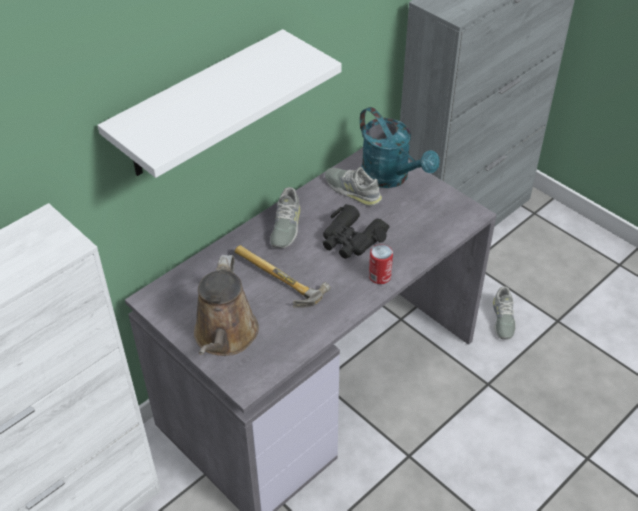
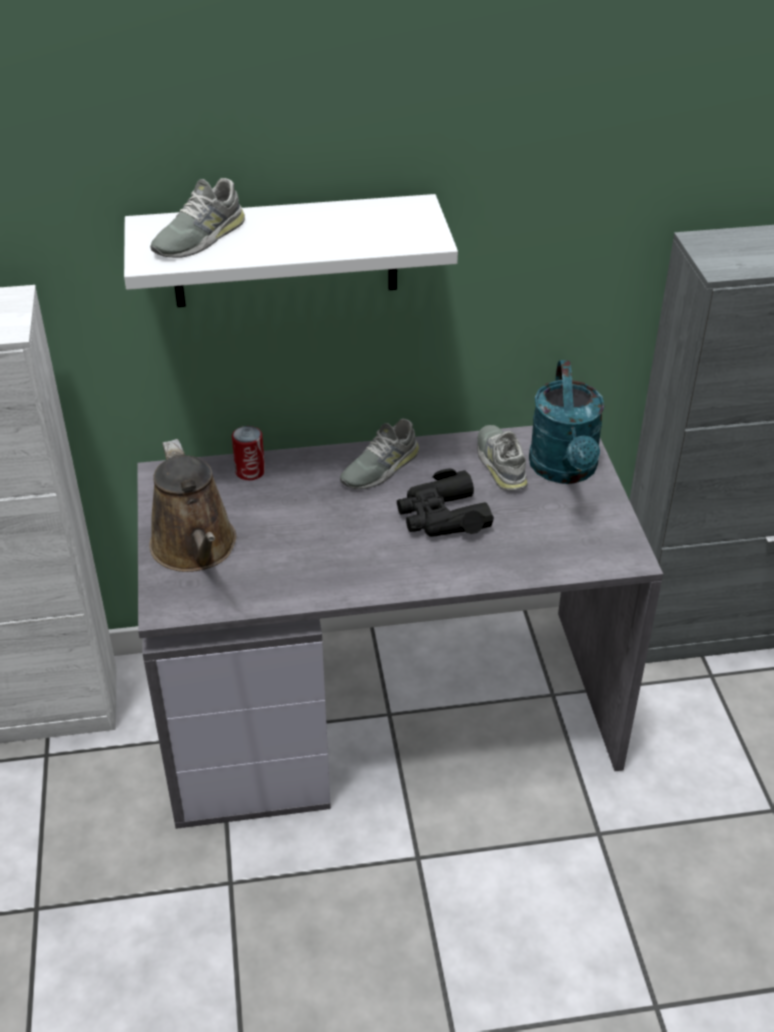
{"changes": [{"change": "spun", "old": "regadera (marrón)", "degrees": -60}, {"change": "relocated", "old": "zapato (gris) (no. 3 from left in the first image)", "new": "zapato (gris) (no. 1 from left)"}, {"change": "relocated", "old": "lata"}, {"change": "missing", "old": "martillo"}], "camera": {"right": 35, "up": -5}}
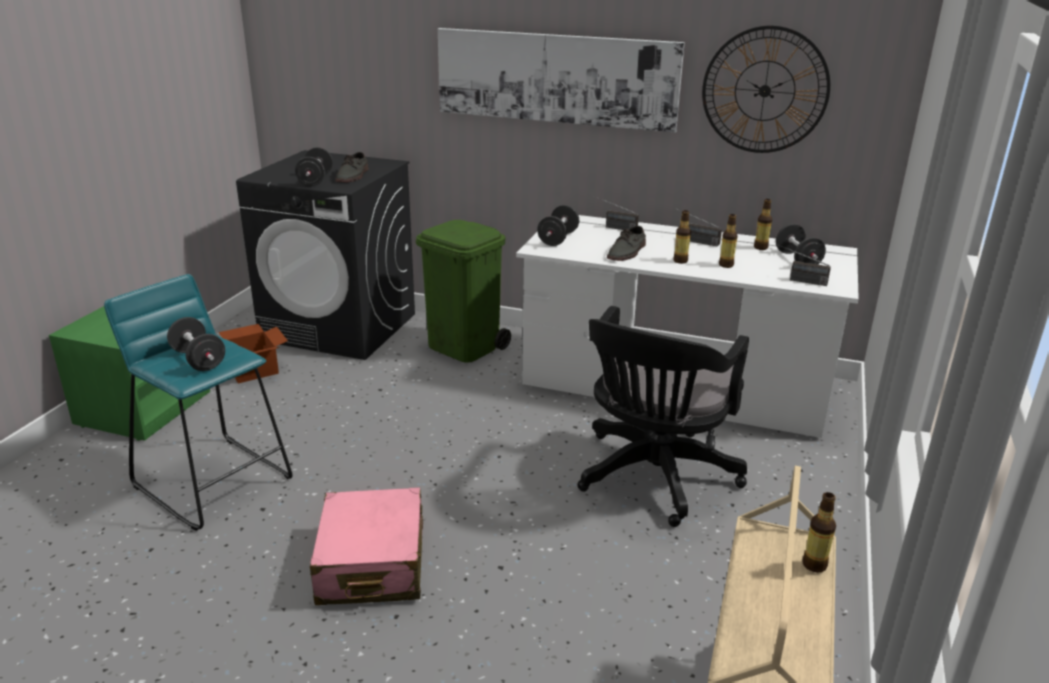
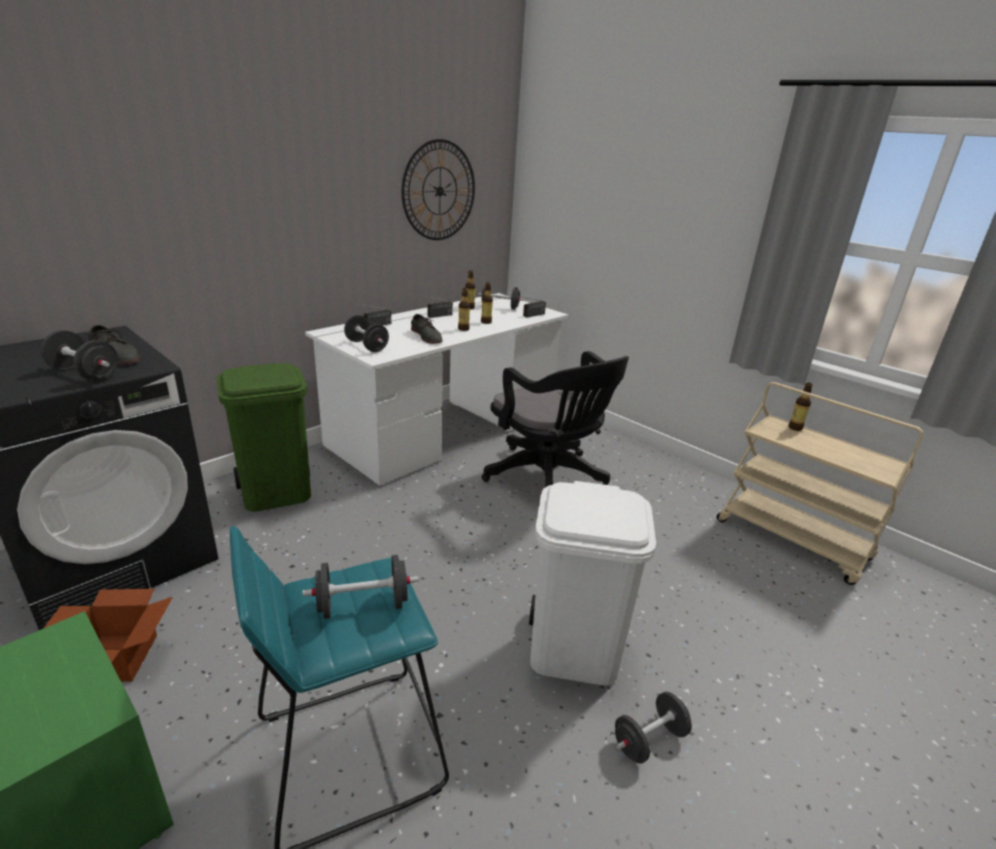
{"changes": [{"change": "exchanged", "old": "maleta (rosa)", "new": "papelera (blanco)"}, {"change": "appeared", "new": "mancuerna (negro) (no. 5 from left)"}, {"change": "missing", "old": "cuadro"}], "camera": {"right": -65, "up": 0}}
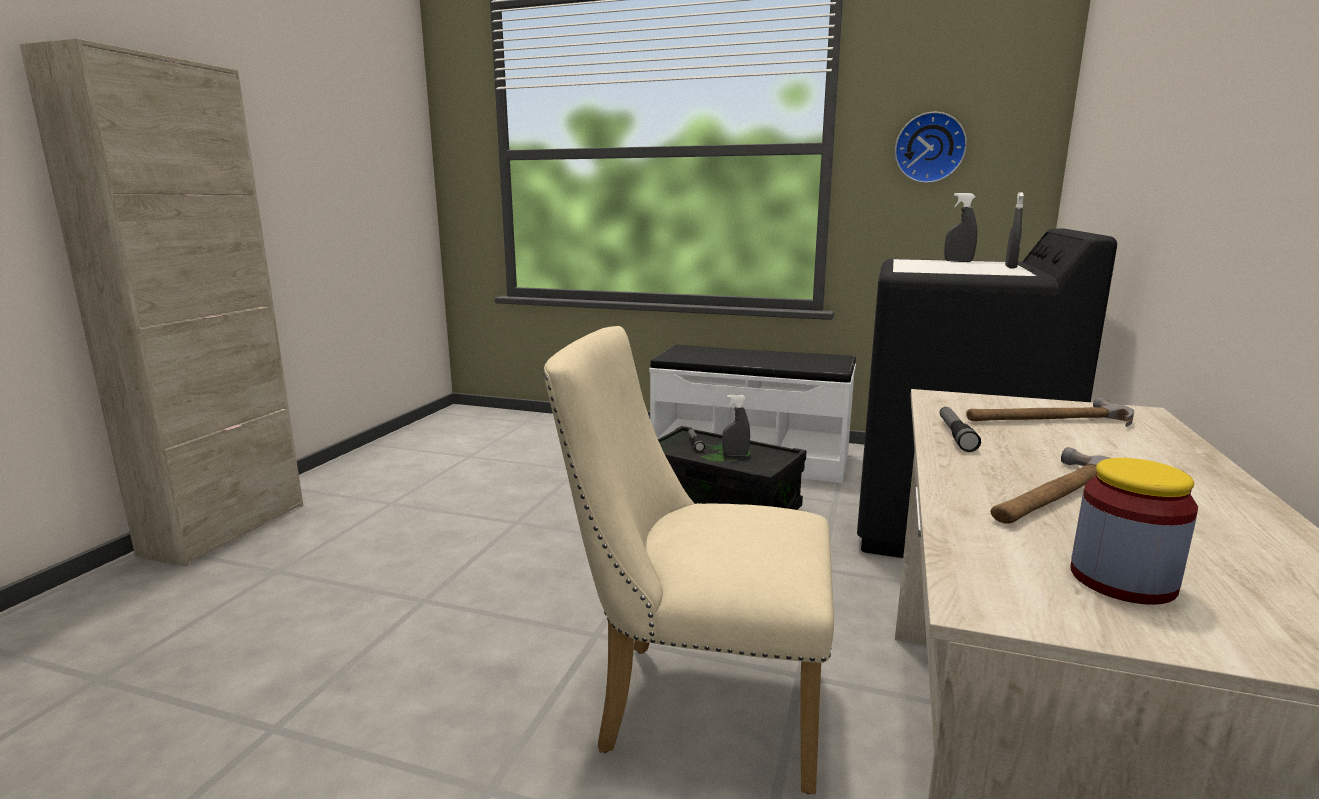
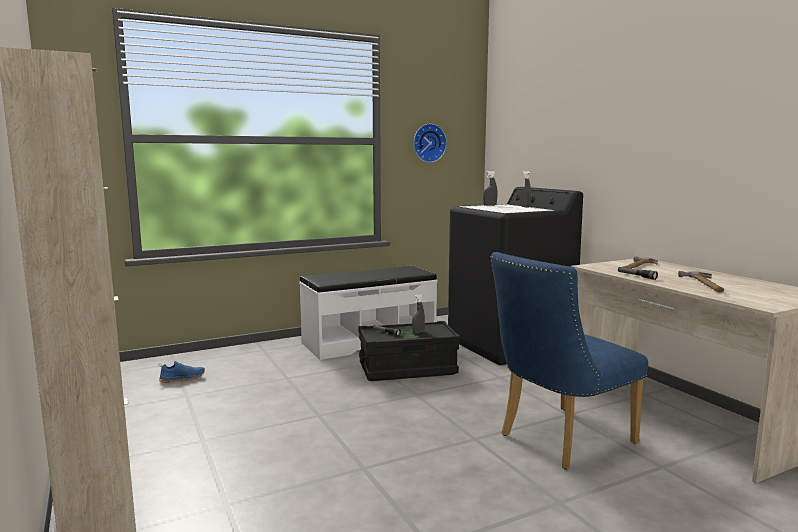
{"changes": [{"change": "appeared", "new": "zapato (azul)"}, {"change": "colour", "old": "silla (beis)", "new": "silla (azul)"}, {"change": "missing", "old": "tarro"}], "camera": {"right": -45, "up": -5}}
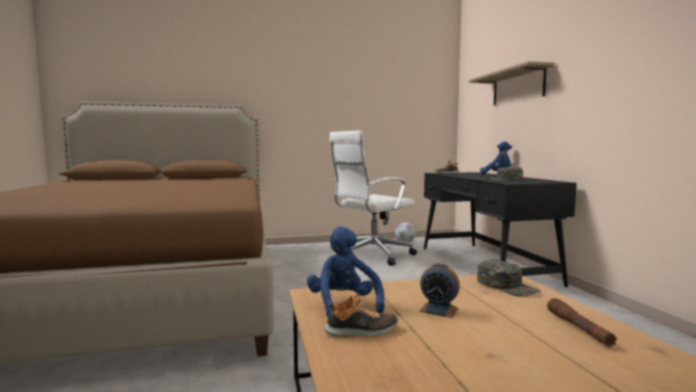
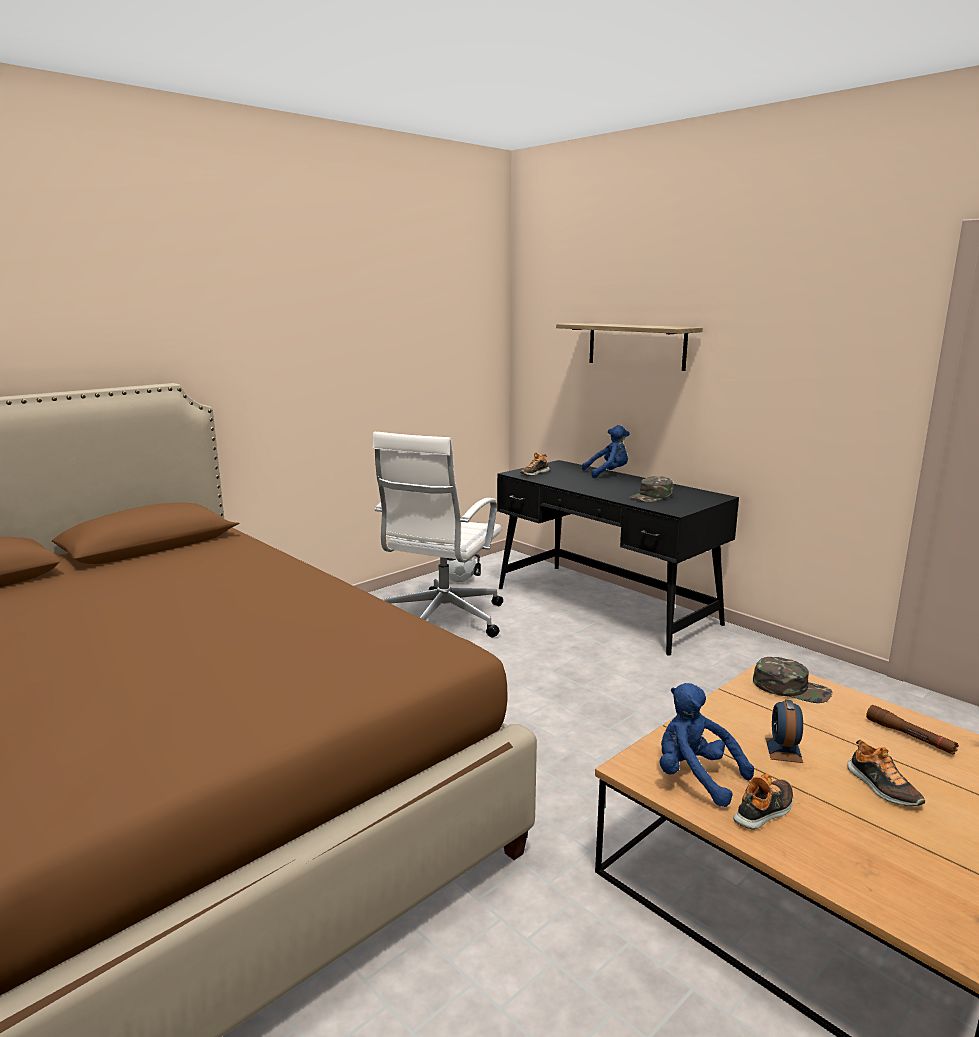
{"changes": [{"change": "spun", "old": "despertador", "degrees": 105}, {"change": "appeared", "new": "zapato (no. 3 from left)"}], "camera": {"right": -30, "up": 10}}
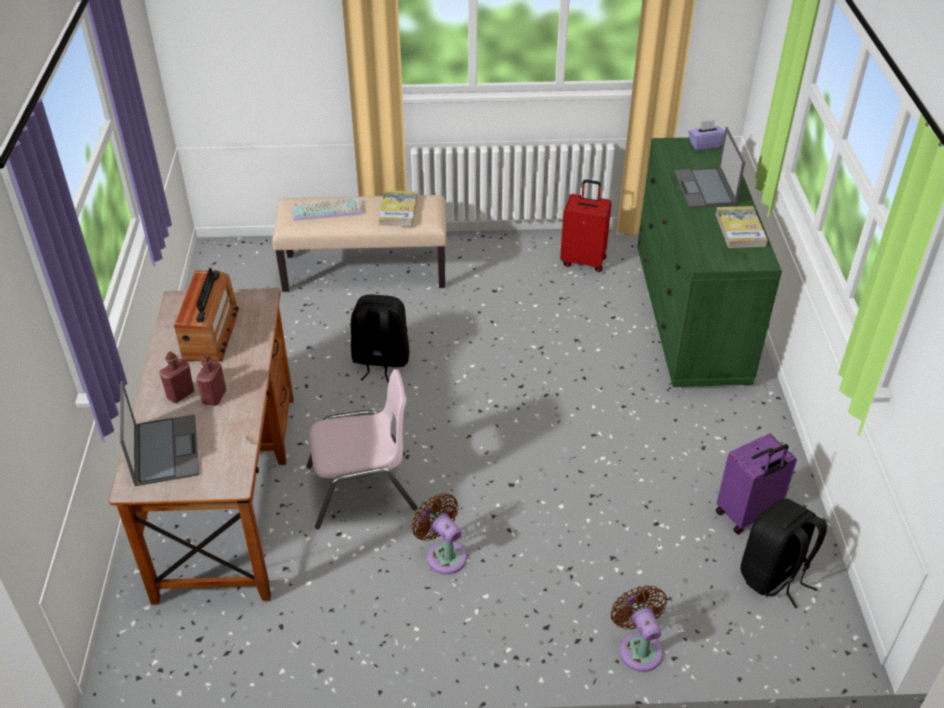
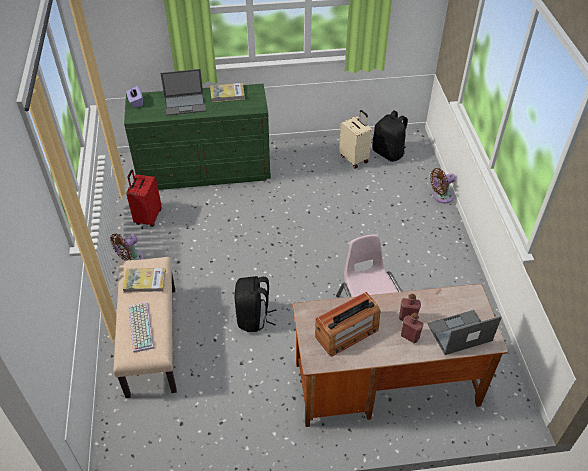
{"changes": [{"change": "relocated", "old": "ventilador (marrón) (no. 1 from left)"}, {"change": "spun", "old": "radio", "degrees": 150}, {"change": "colour", "old": "maleta (morado)", "new": "maleta (beis)"}], "camera": {"right": -95, "up": 5}}
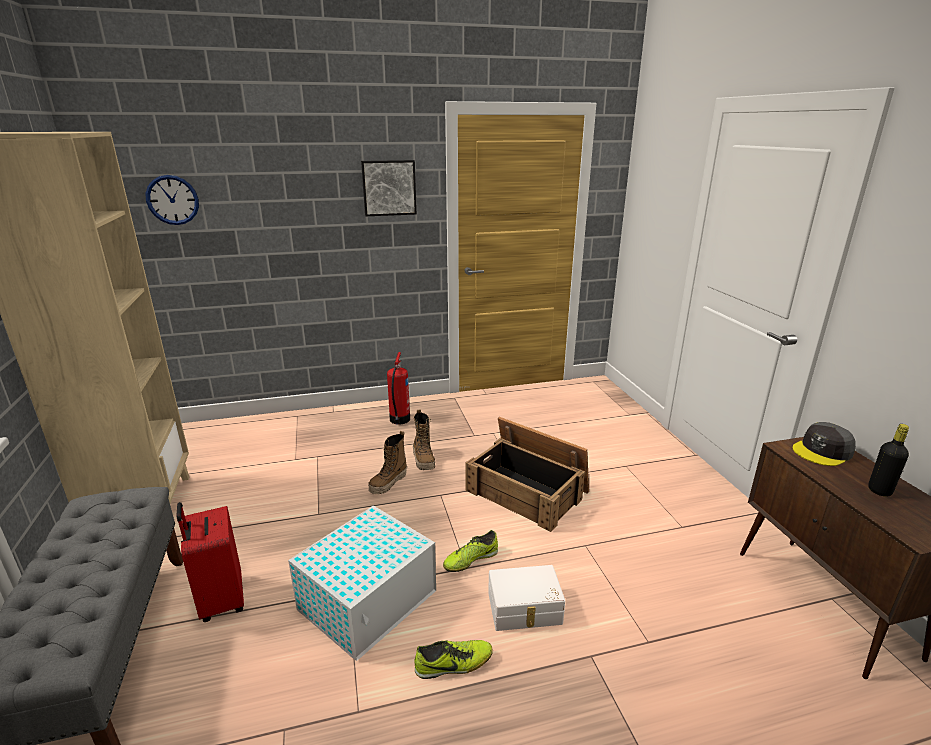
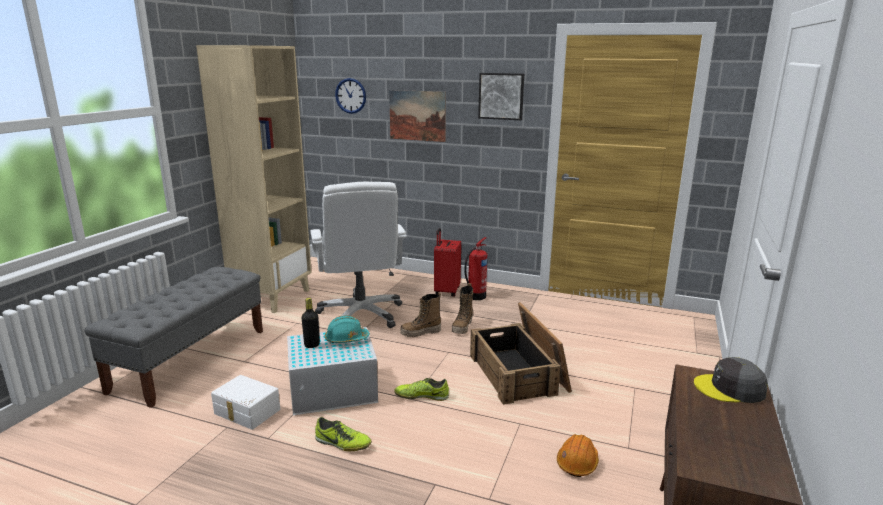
{"changes": [{"change": "relocated", "old": "caja de almacenaje (blanco) (no. 2 from left in the first image)", "new": "caja de almacenaje (blanco) (no. 1 from left)"}, {"change": "relocated", "old": "botella (negro)"}, {"change": "appeared", "new": "silla de oficina (blanco)"}, {"change": "appeared", "new": "casco (turquesa)"}, {"change": "appeared", "new": "cuadro (no. 1 from left)"}, {"change": "relocated", "old": "maleta (rojo)"}, {"change": "appeared", "new": "casco (naranja)"}], "camera": {"right": 35, "up": -5}}
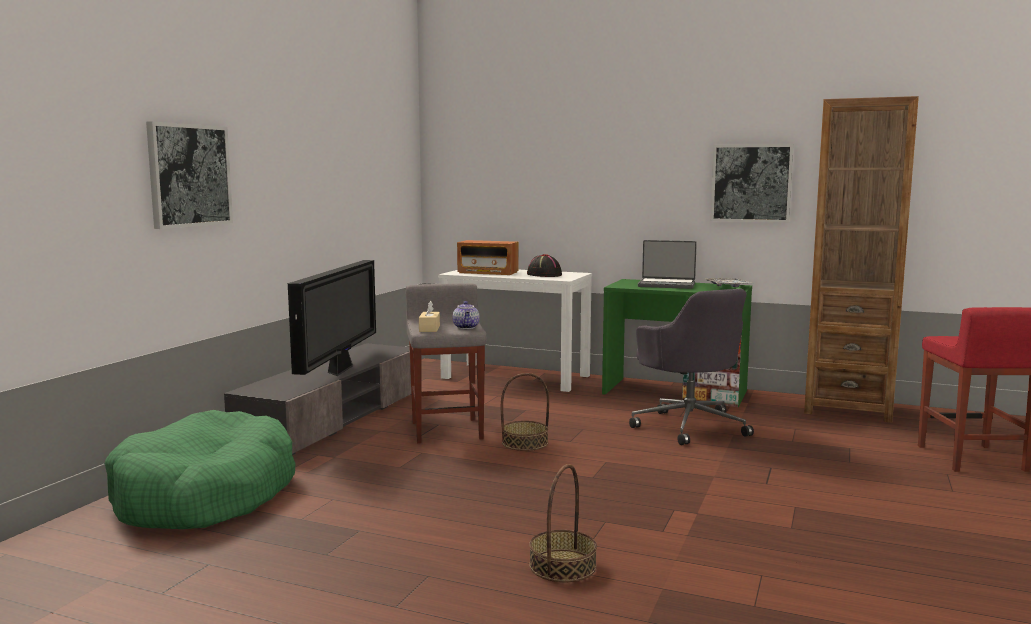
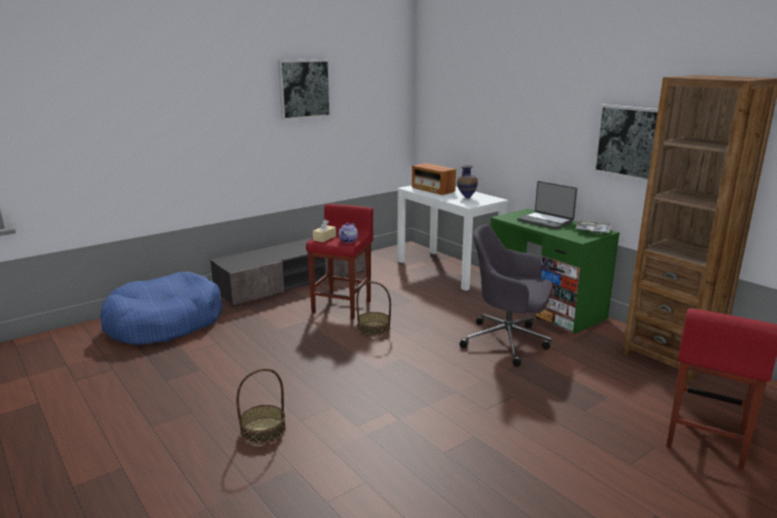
{"changes": [{"change": "colour", "old": "cama para perro (verde)", "new": "cama para perro (azul)"}, {"change": "relocated", "old": "cuadro (no. 1 from left)"}, {"change": "colour", "old": "taburete (gris)", "new": "taburete (rojo) (no. 1 from left)"}, {"change": "exchanged", "old": "sombrero (negro)", "new": "florero"}, {"change": "spun", "old": "silla de oficina (gris)", "degrees": 105}, {"change": "missing", "old": "televisor"}], "camera": {"right": 30, "up": 10}}
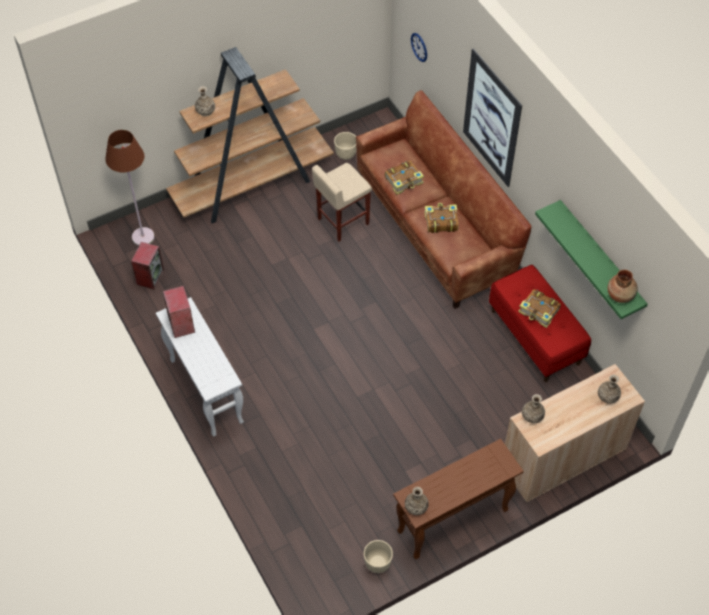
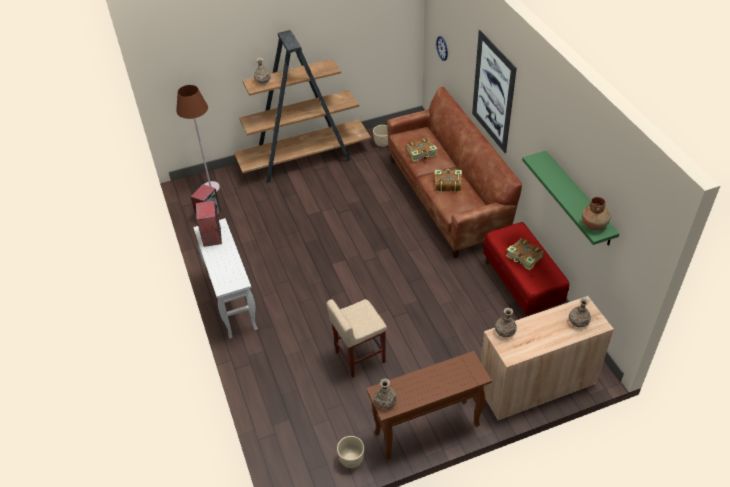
{"changes": [{"change": "relocated", "old": "taburete (beis)"}], "camera": {"right": 10, "up": -10}}
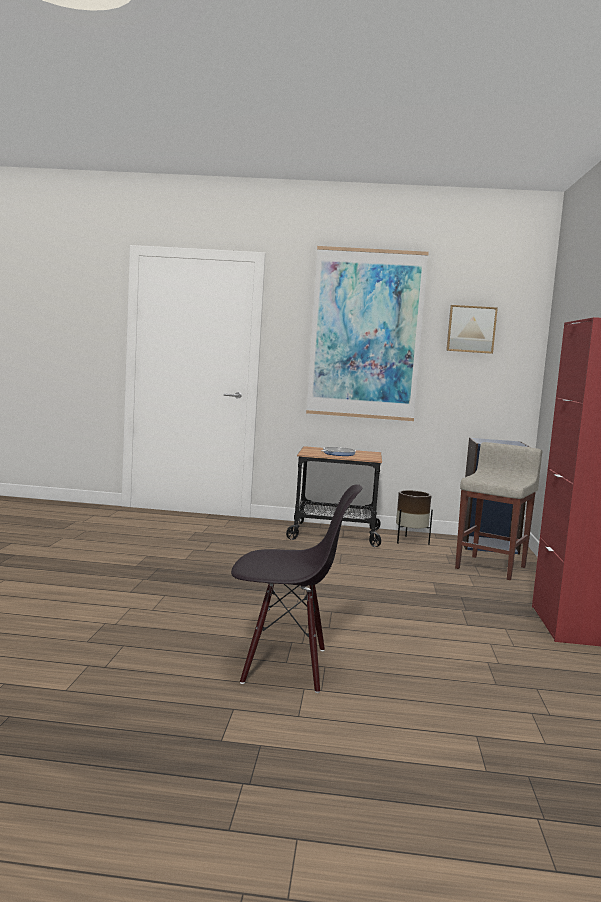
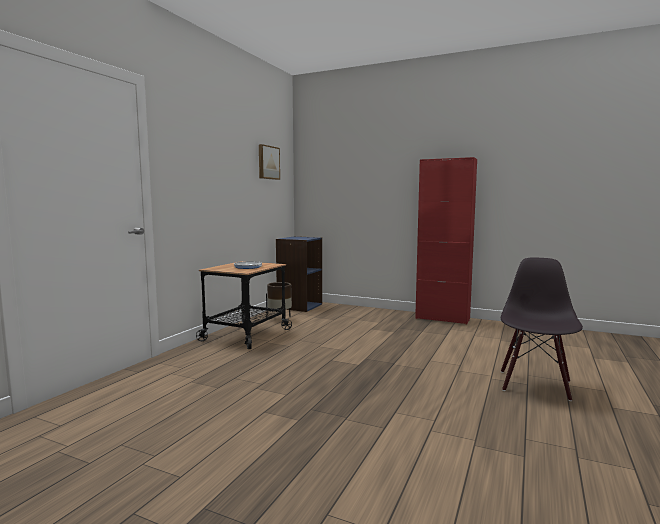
{"changes": [{"change": "missing", "old": "cuadro (no. 1 from left)"}, {"change": "missing", "old": "taburete (beis)"}], "camera": {"right": -70, "up": 0}}
